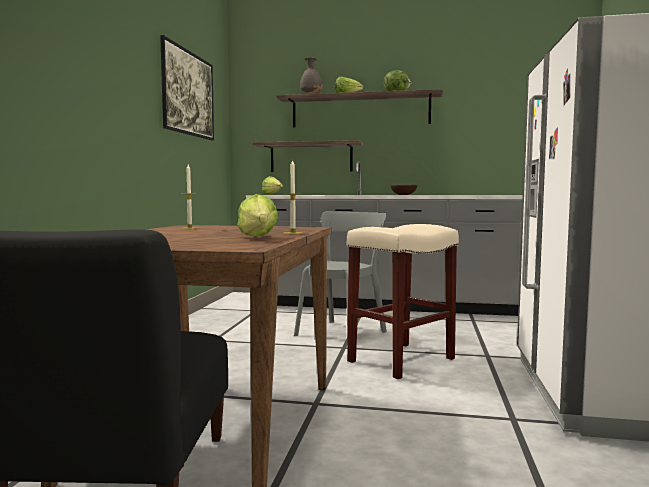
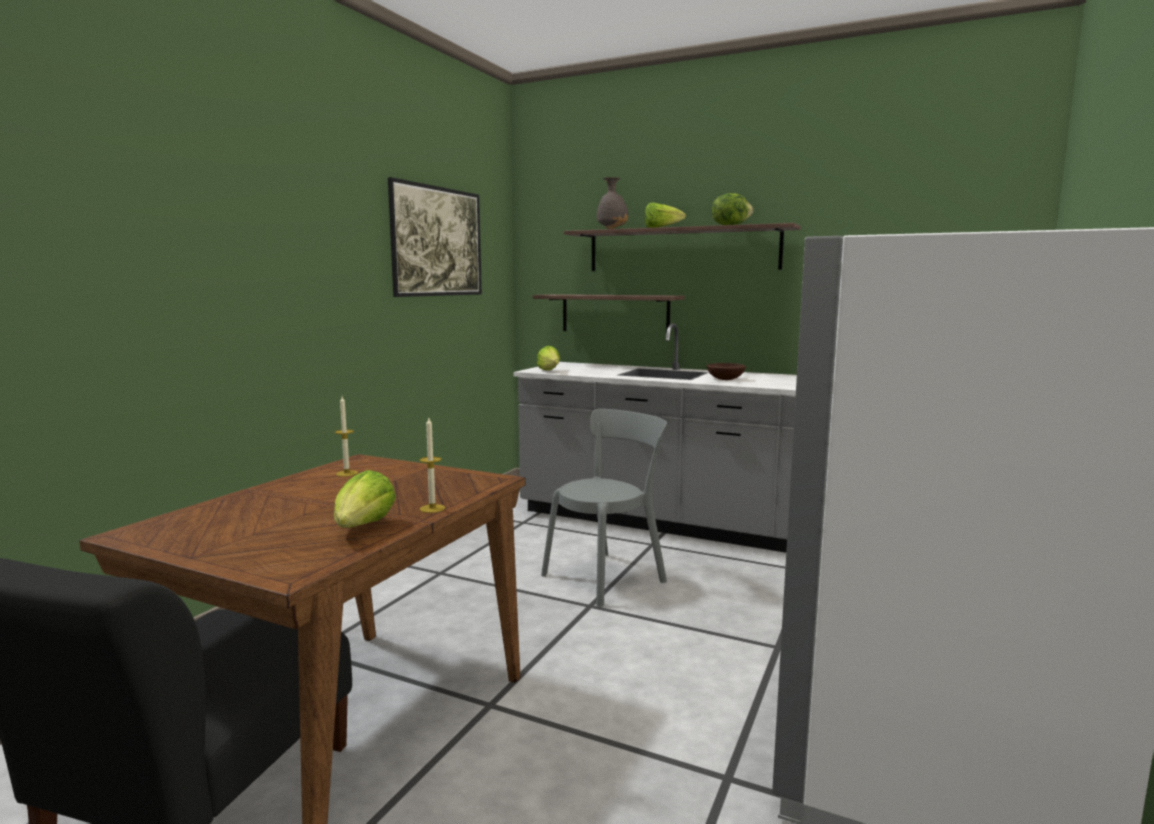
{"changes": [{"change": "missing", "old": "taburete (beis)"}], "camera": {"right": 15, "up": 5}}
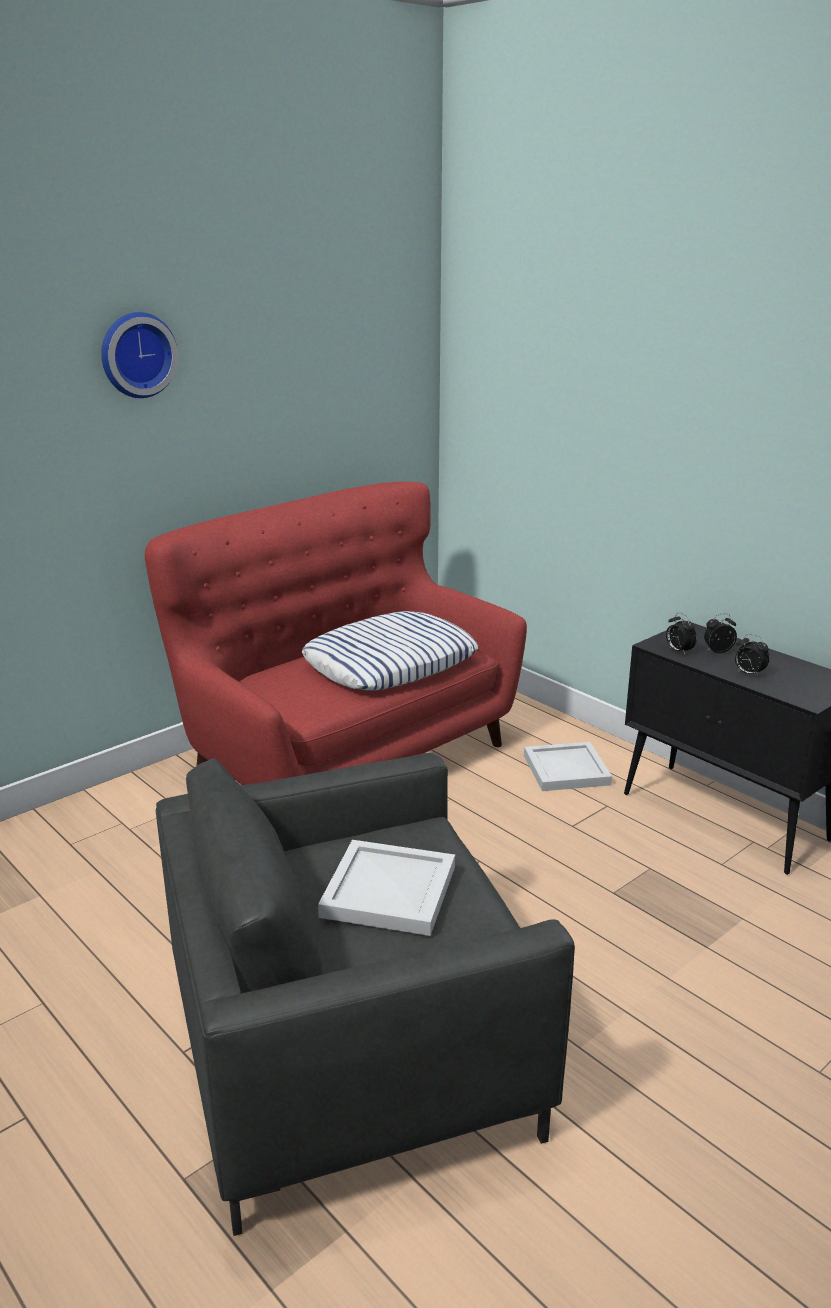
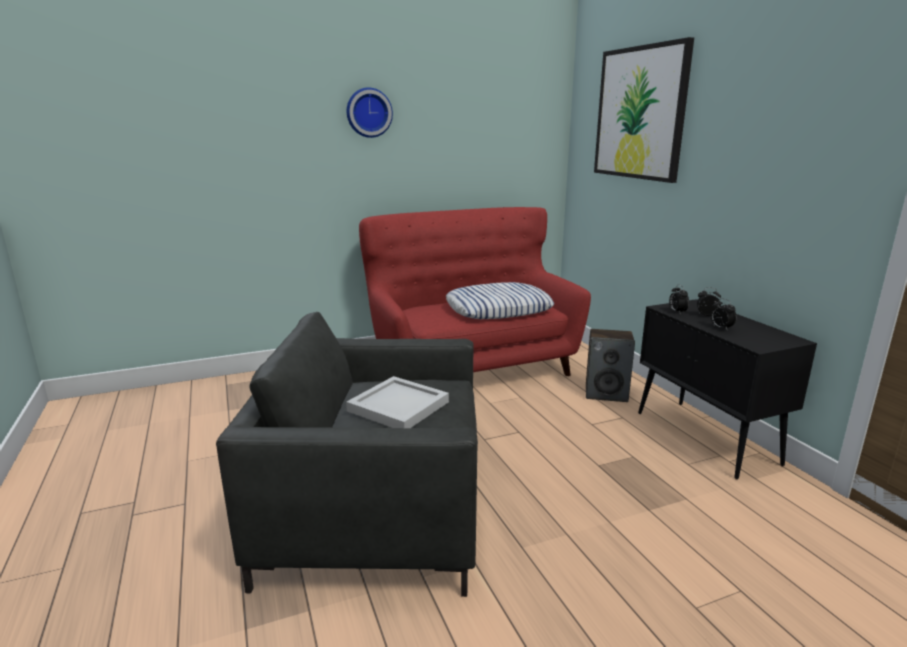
{"changes": [{"change": "exchanged", "old": "bandeja (blanco) (no. 2 from left)", "new": "altavoz"}, {"change": "appeared", "new": "cuadro"}], "camera": {"right": 20, "up": -5}}
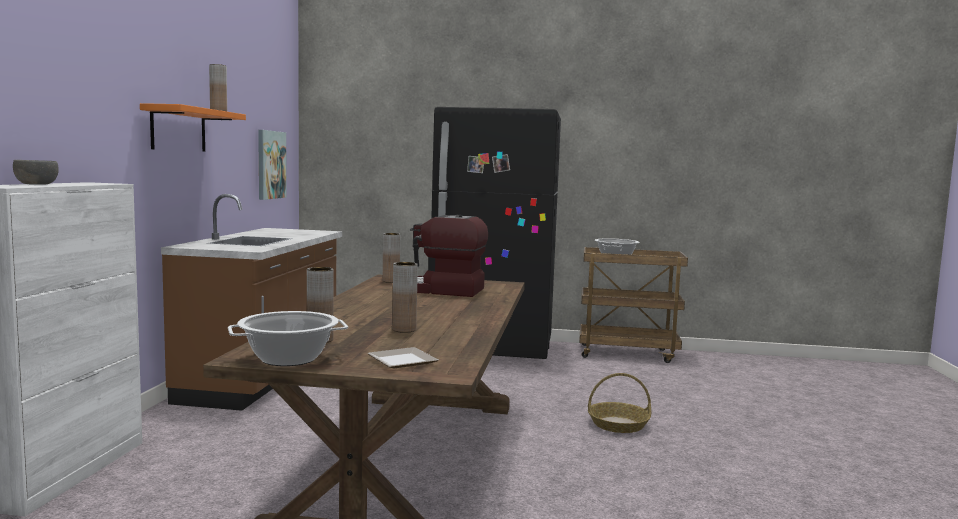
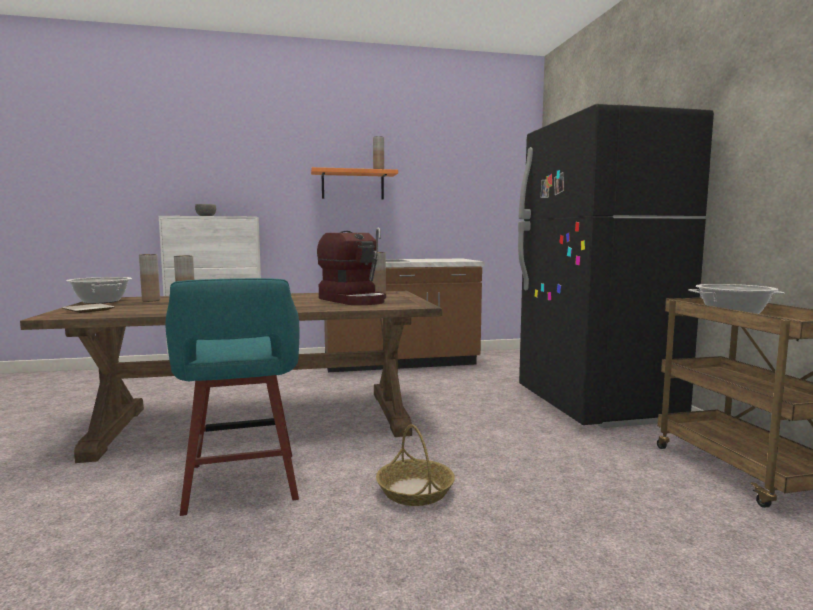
{"changes": [{"change": "appeared", "new": "taburete (turquesa)"}, {"change": "spun", "old": "cafetera", "degrees": 150}, {"change": "missing", "old": "cuadro"}], "camera": {"right": 70, "up": 0}}
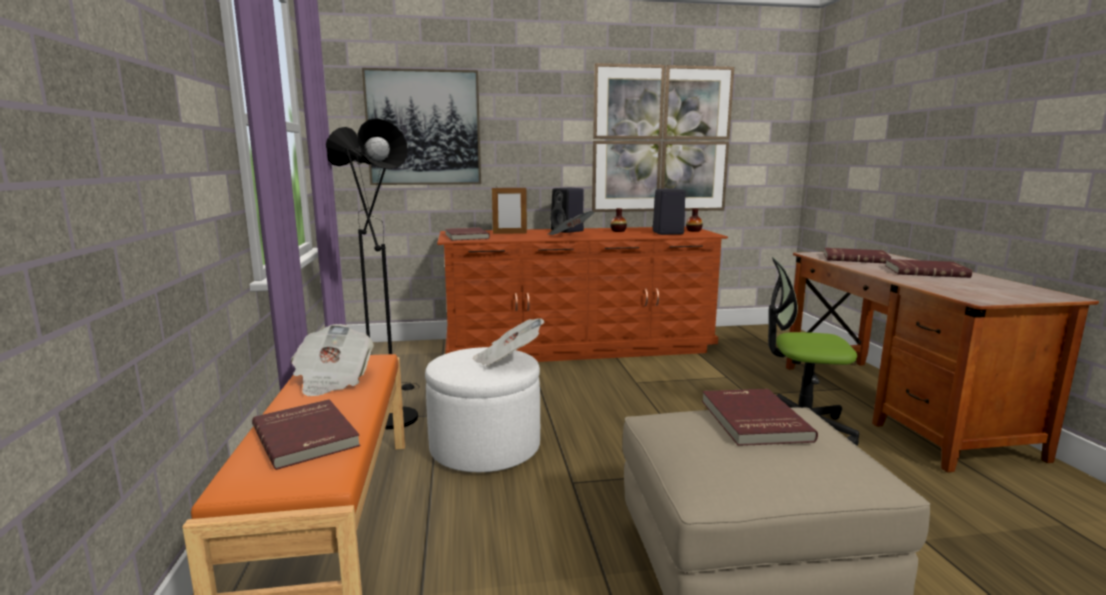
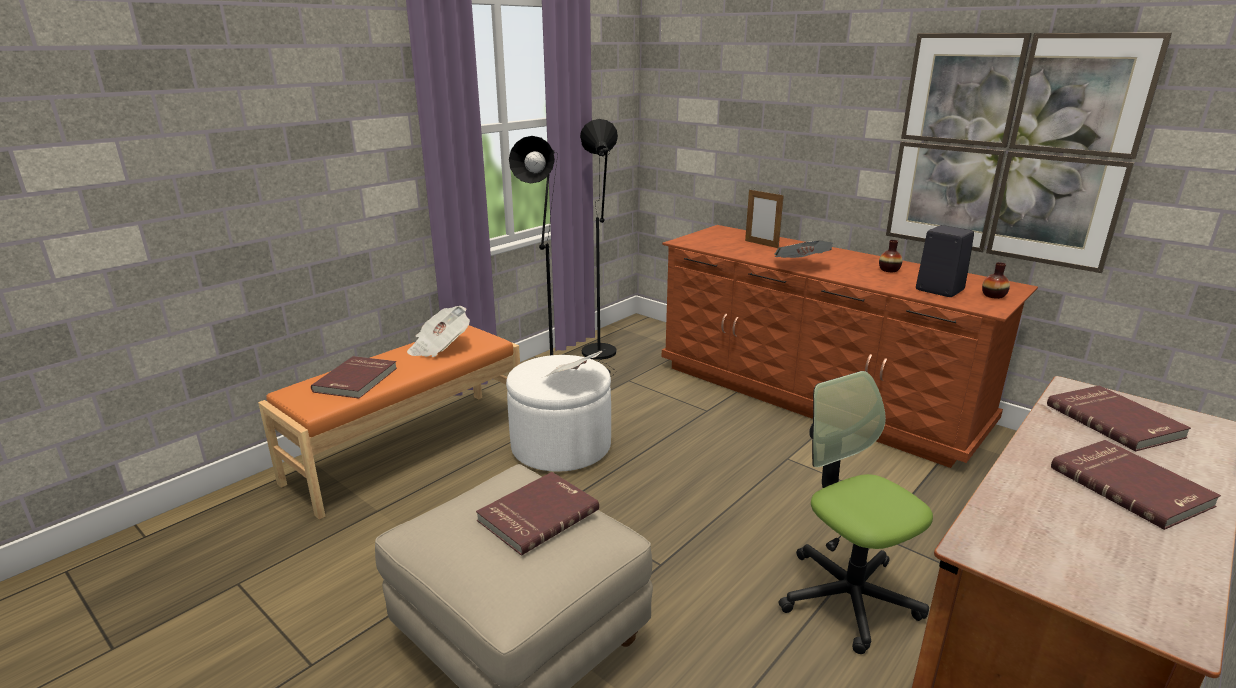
{"changes": [{"change": "missing", "old": "cuadro (no. 1 from left)"}, {"change": "missing", "old": "libro (rojo) (no. 2 from left)"}, {"change": "missing", "old": "altavoz (negro) (no. 1 from left)"}], "camera": {"right": 50, "up": 10}}
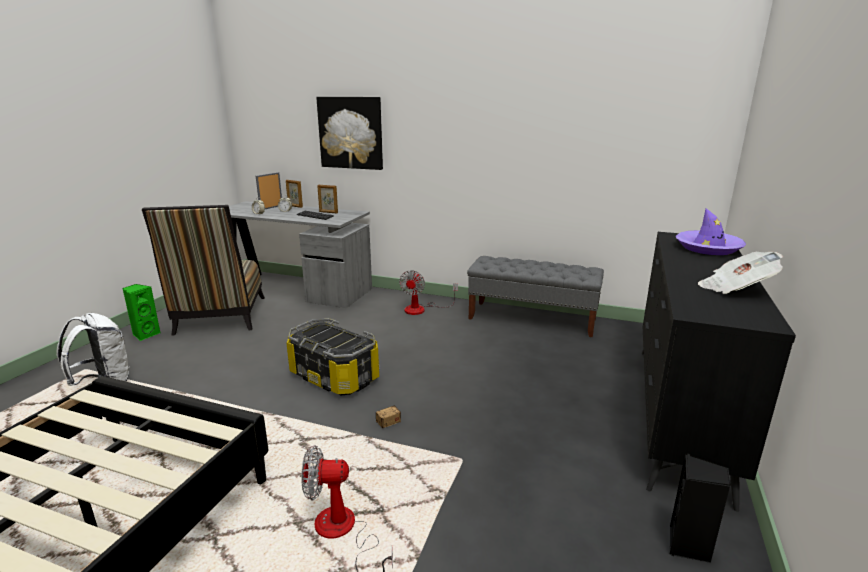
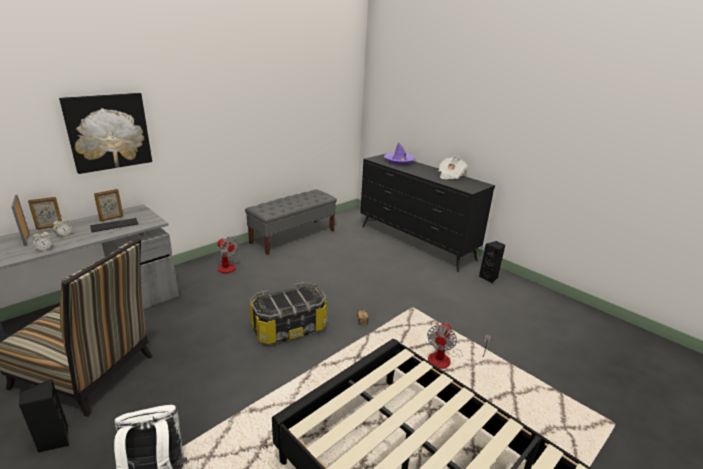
{"changes": [{"change": "colour", "old": "altavoz (verde)", "new": "altavoz (negro) (no. 1 from left)"}], "camera": {"right": -65, "up": 5}}
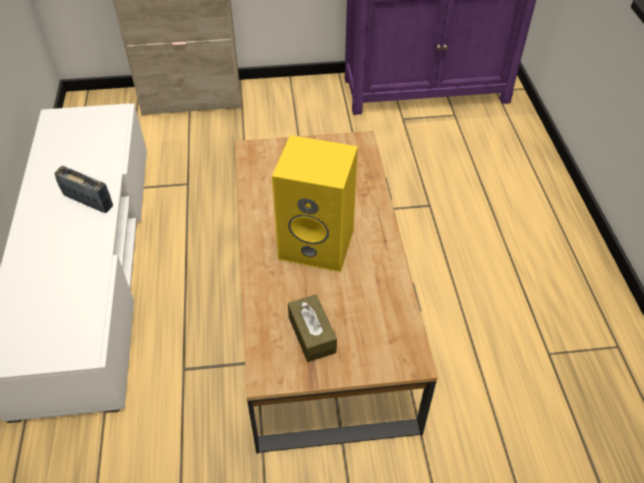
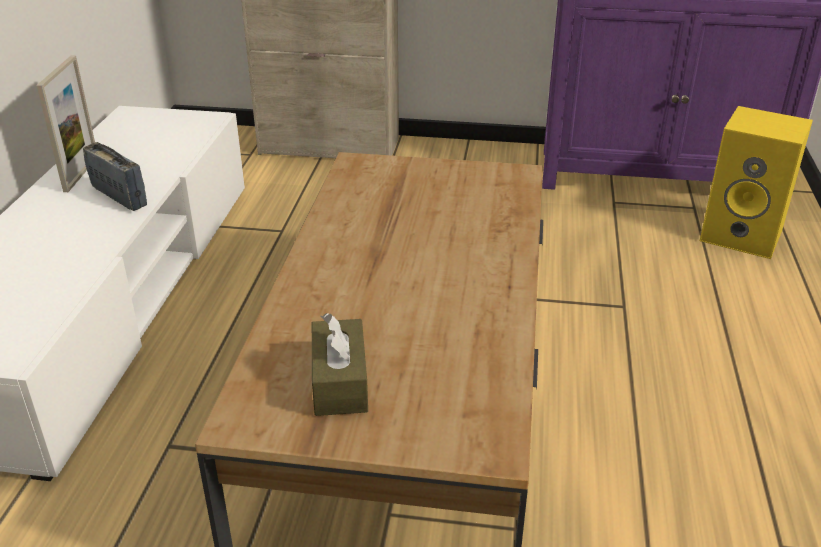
{"changes": [{"change": "appeared", "new": "portarretratos"}, {"change": "relocated", "old": "altavoz (amarillo)"}], "camera": {"right": 15, "up": -15}}
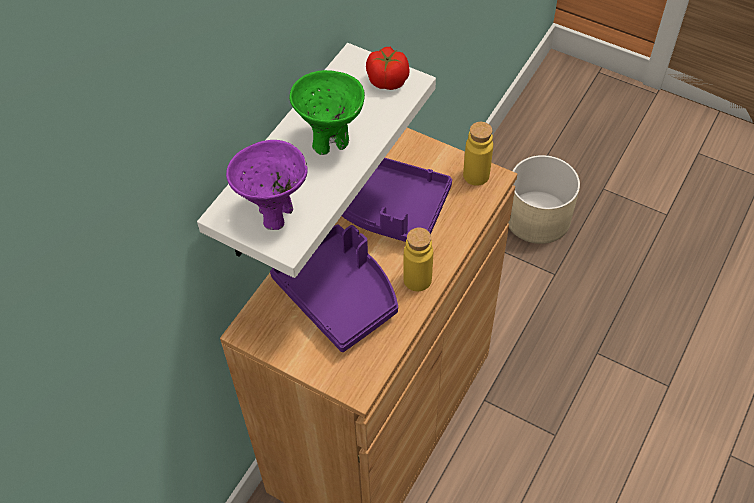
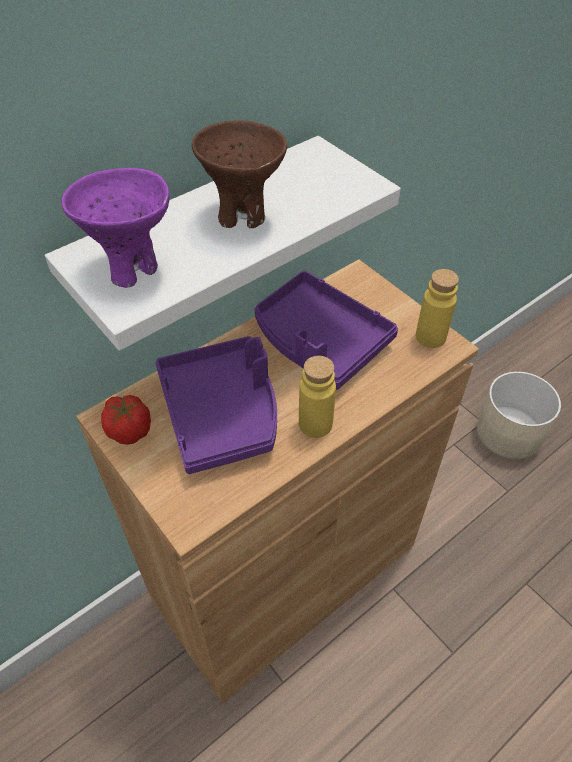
{"changes": [{"change": "relocated", "old": "tomate"}, {"change": "colour", "old": "cuenco (verde)", "new": "cuenco (marrón)"}], "camera": {"right": 20, "up": -5}}
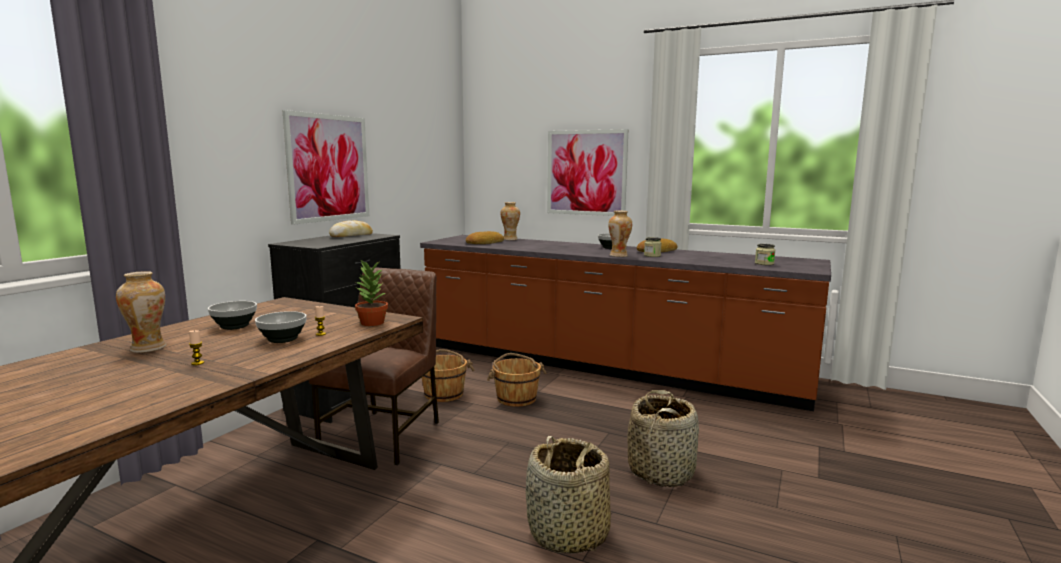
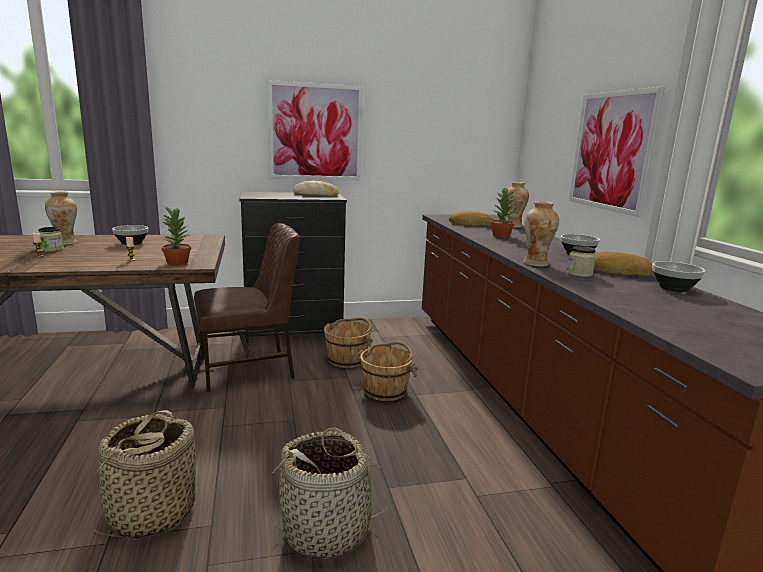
{"changes": [{"change": "relocated", "old": "tarro (no. 2 from left in the first image)", "new": "tarro (no. 1 from left)"}, {"change": "appeared", "new": "planta en maceta (no. 2 from left)"}, {"change": "relocated", "old": "cuenco (no. 2 from left in the first image)", "new": "cuenco (no. 3 from left)"}], "camera": {"right": 50, "up": 5}}
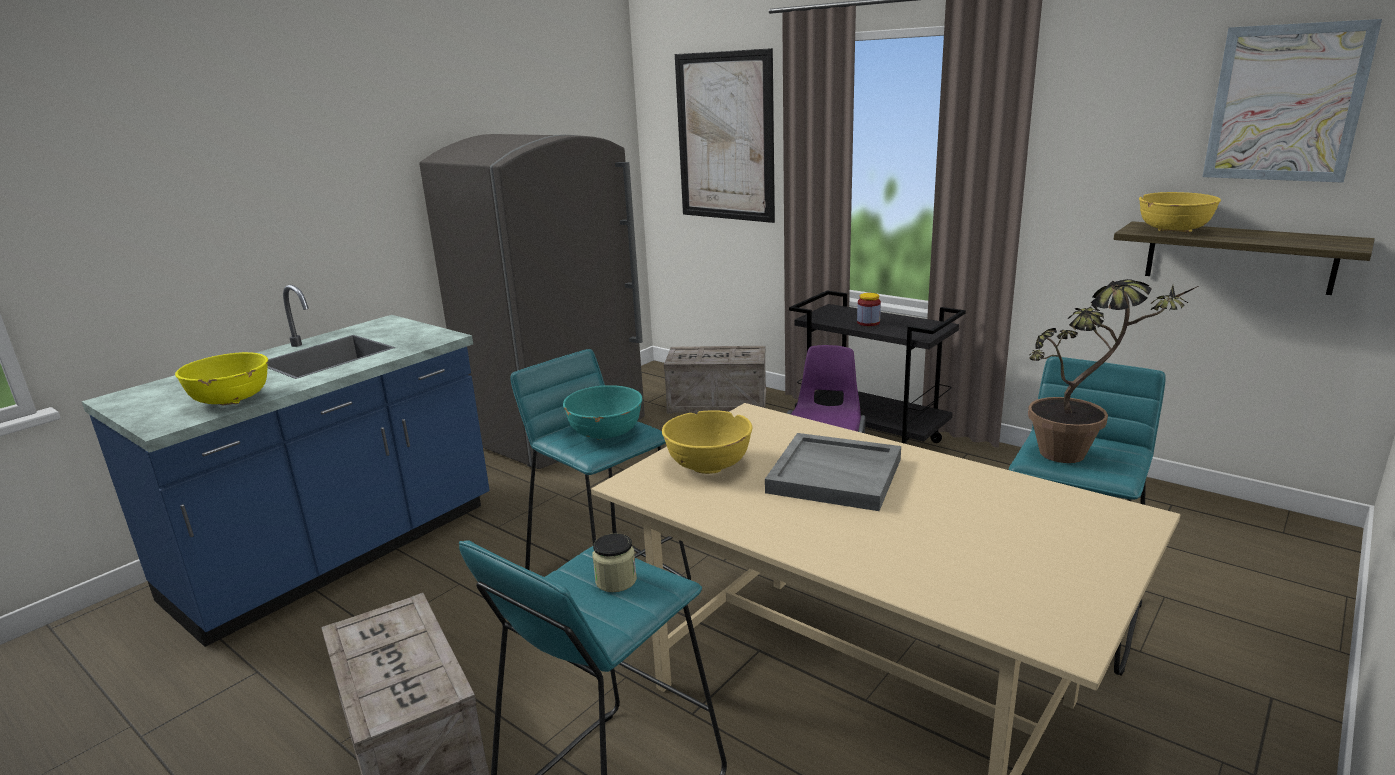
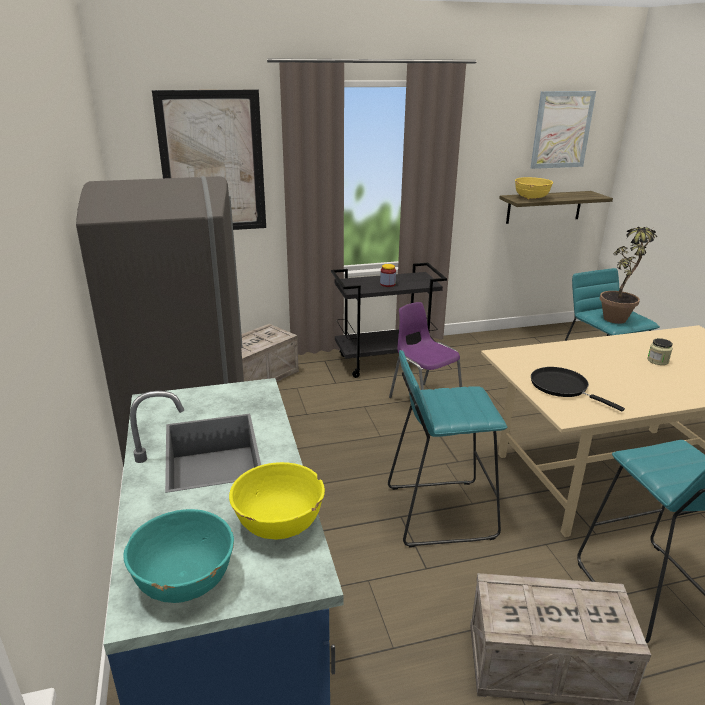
{"changes": [{"change": "relocated", "old": "cuenco (turquesa)"}, {"change": "exchanged", "old": "cuenco (amarillo) (no. 2 from left)", "new": "sartén (negro)"}, {"change": "relocated", "old": "tarro (no. 1 from left in the first image)", "new": "tarro (no. 2 from left)"}, {"change": "missing", "old": "bandeja (gris)"}], "camera": {"right": -55, "up": 5}}
